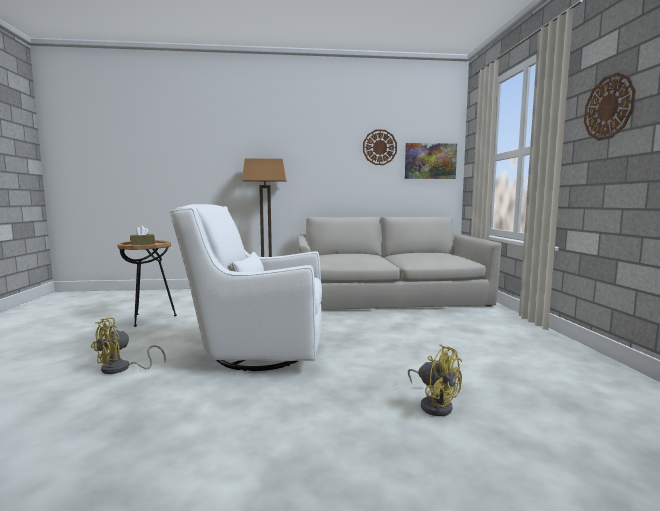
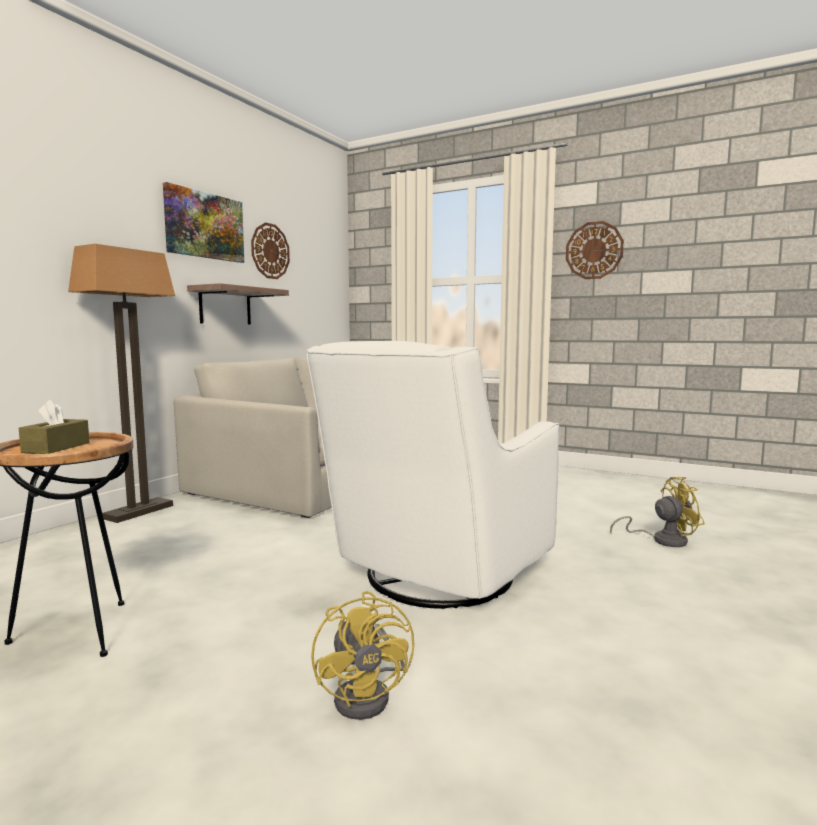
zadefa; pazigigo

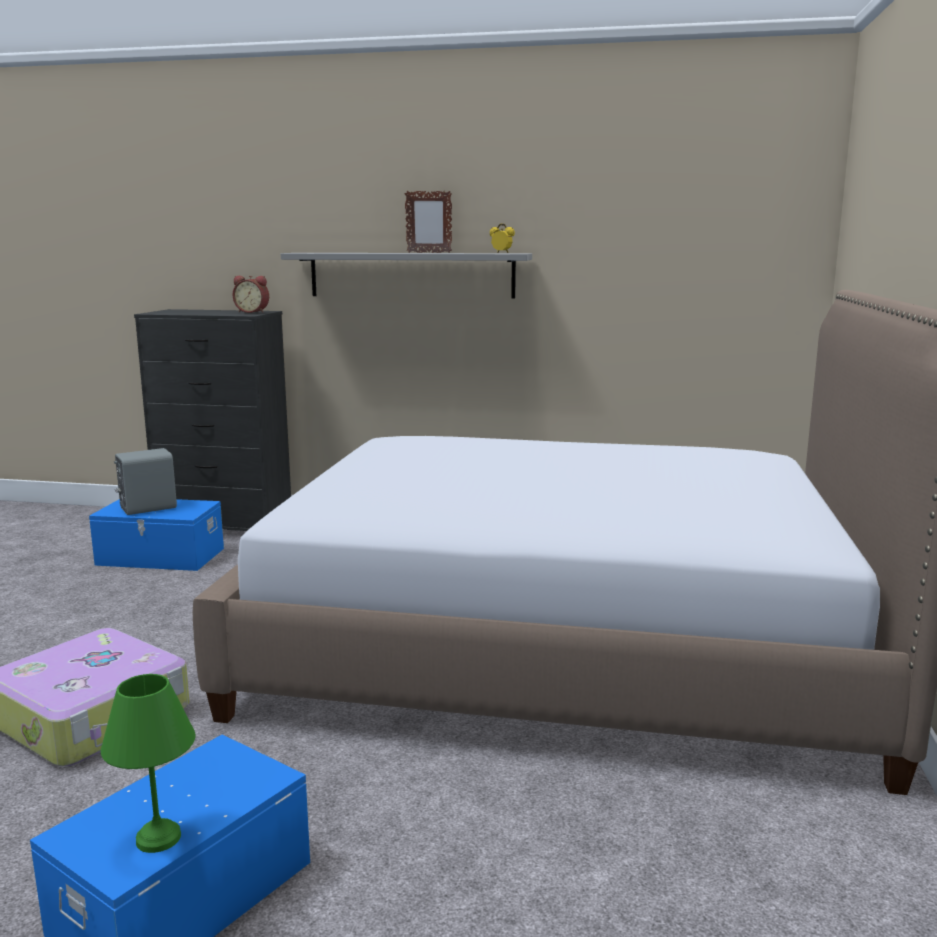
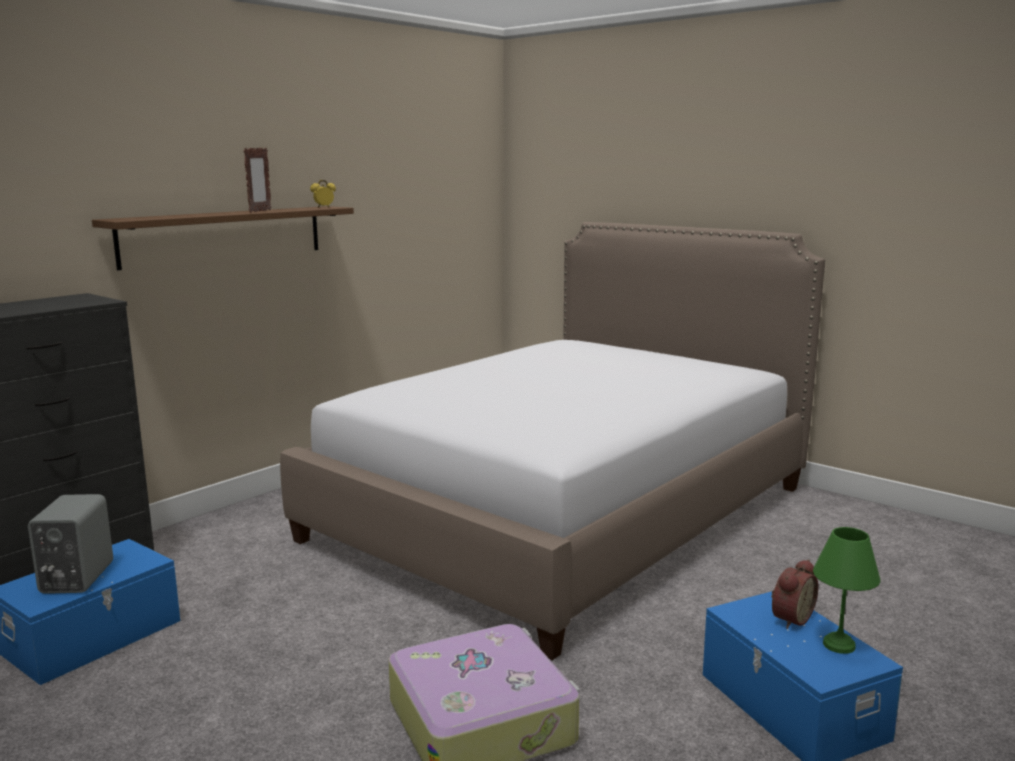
brown_pazigigo; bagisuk (no. 2 from left)

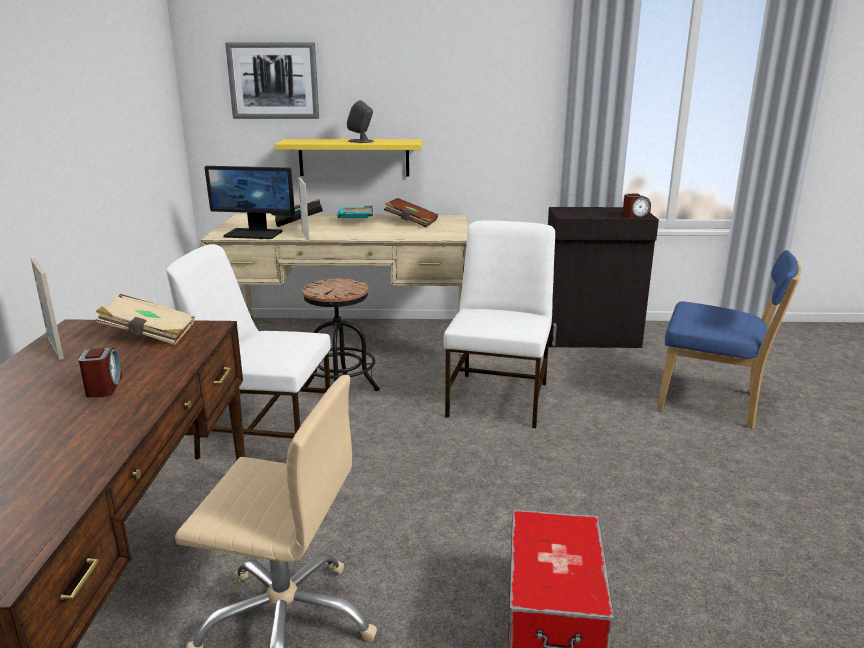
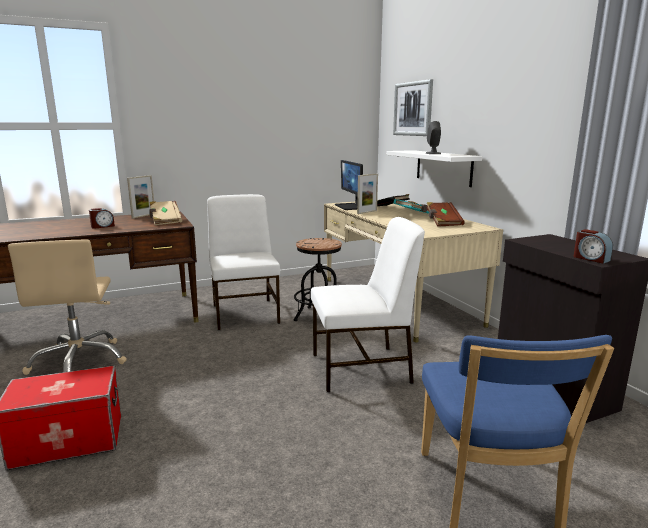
white_pazigigo

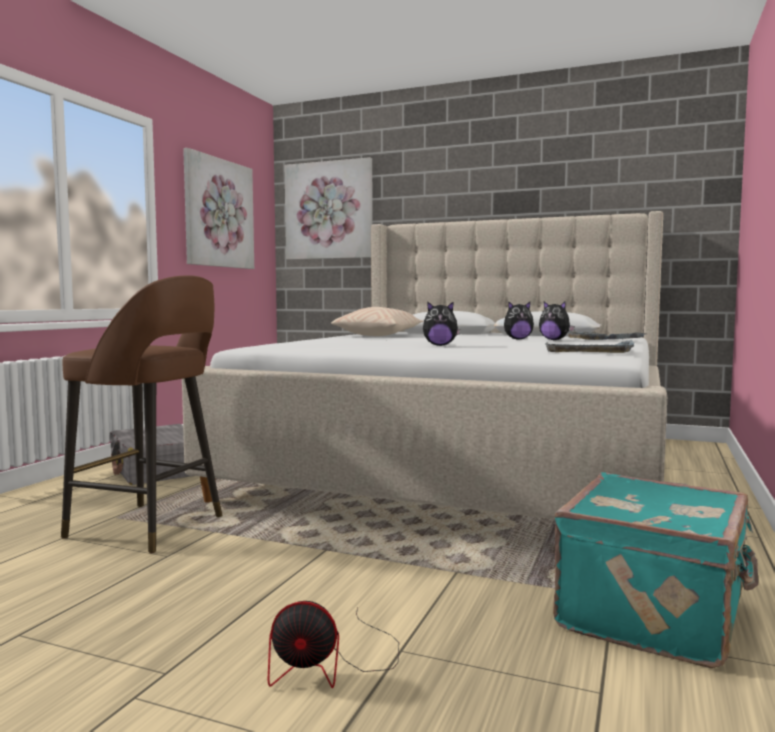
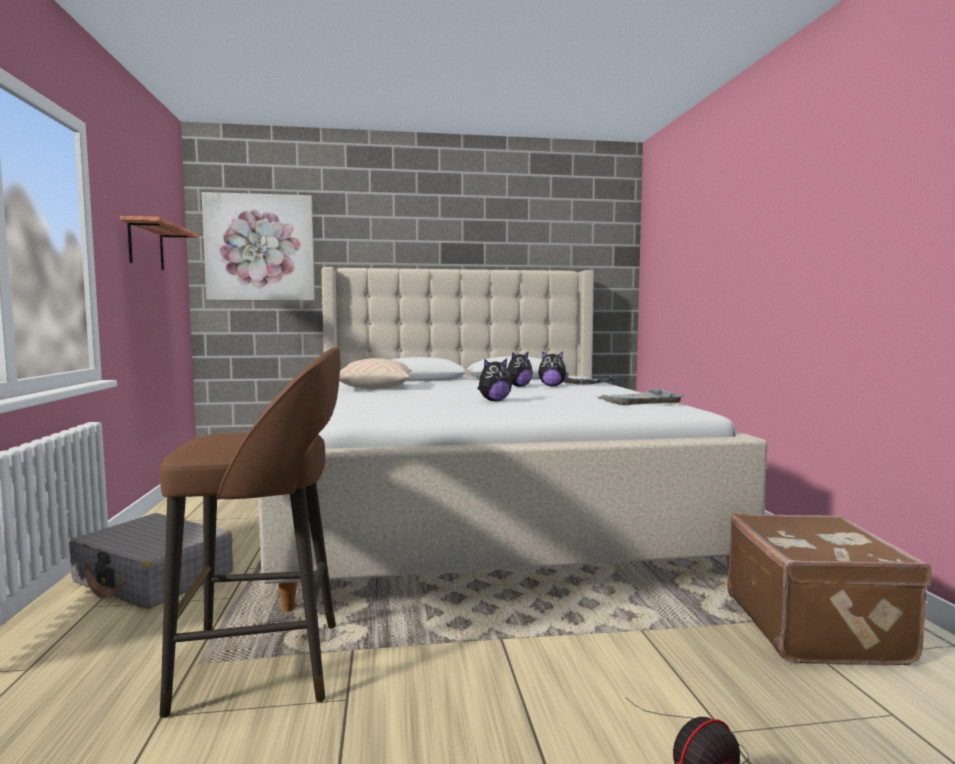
pazigigo; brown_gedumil

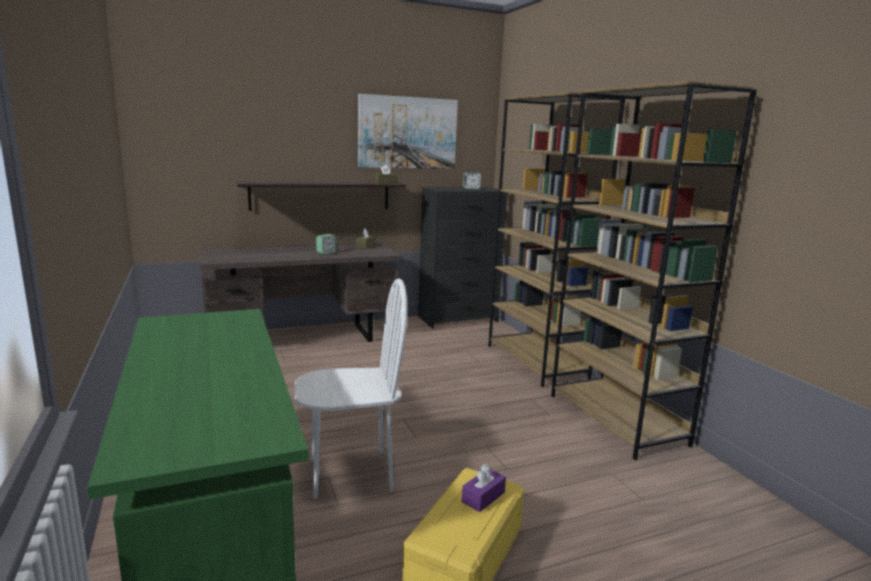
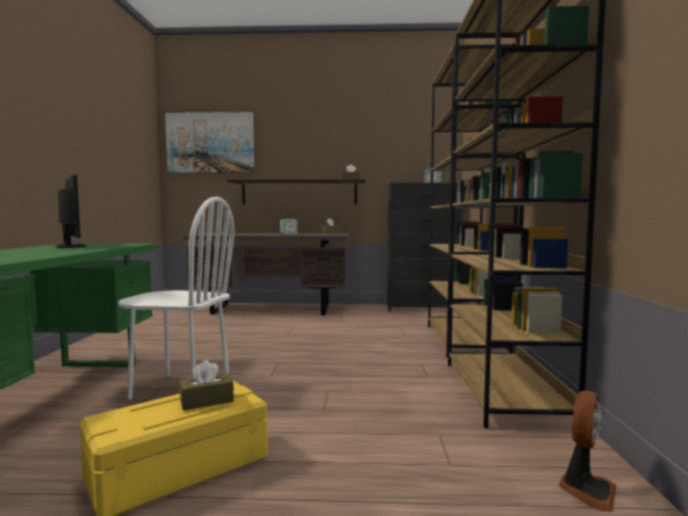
zadefa; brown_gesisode (no. 1 from left); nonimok; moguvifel

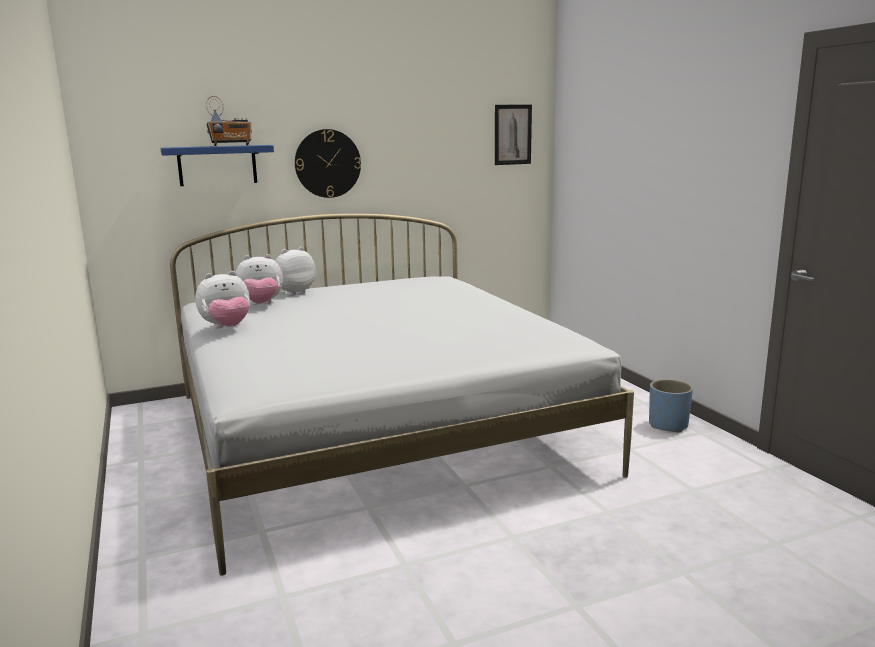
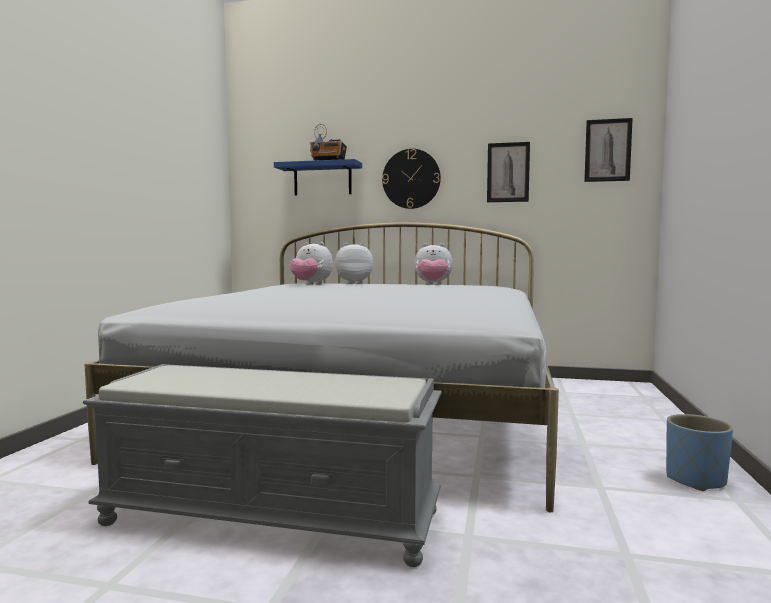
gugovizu (no. 3 from left); zadefa (no. 1 from left); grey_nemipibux

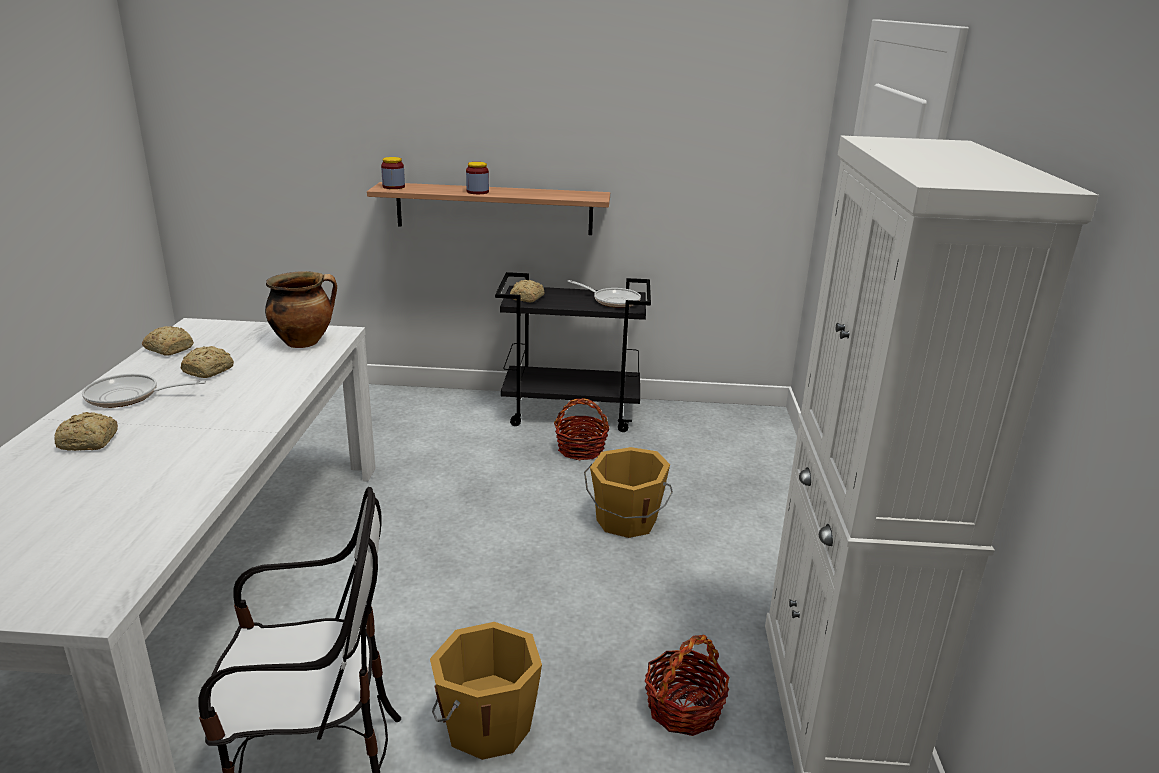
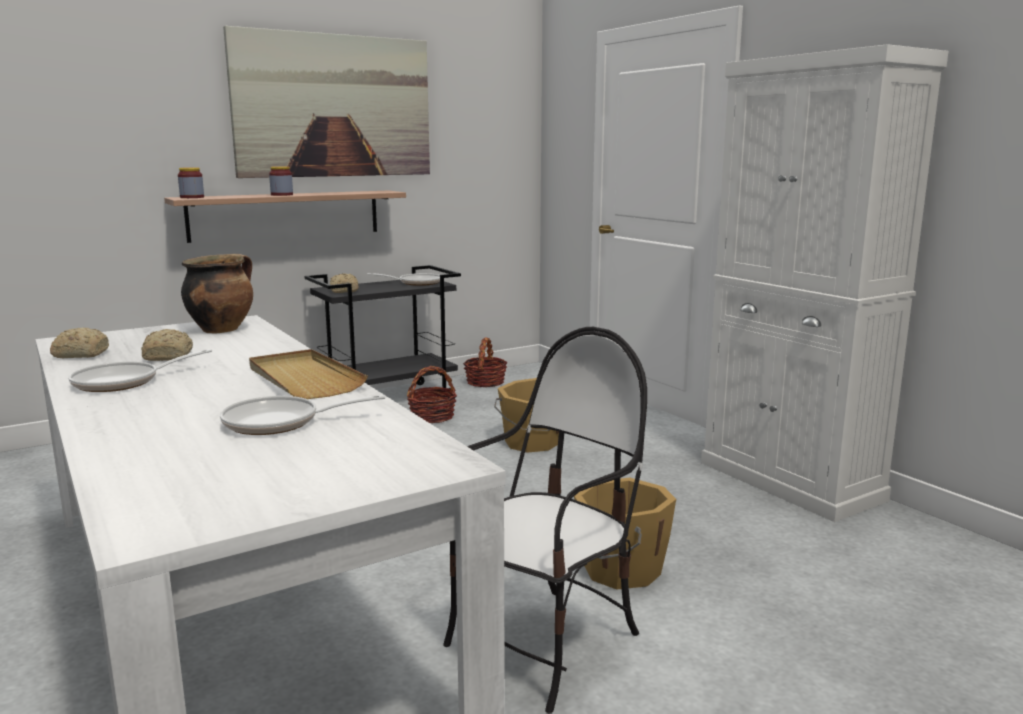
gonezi (no. 1 from left in the first image); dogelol (no. 2 from left); zadefa; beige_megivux; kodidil (no. 2 from left)

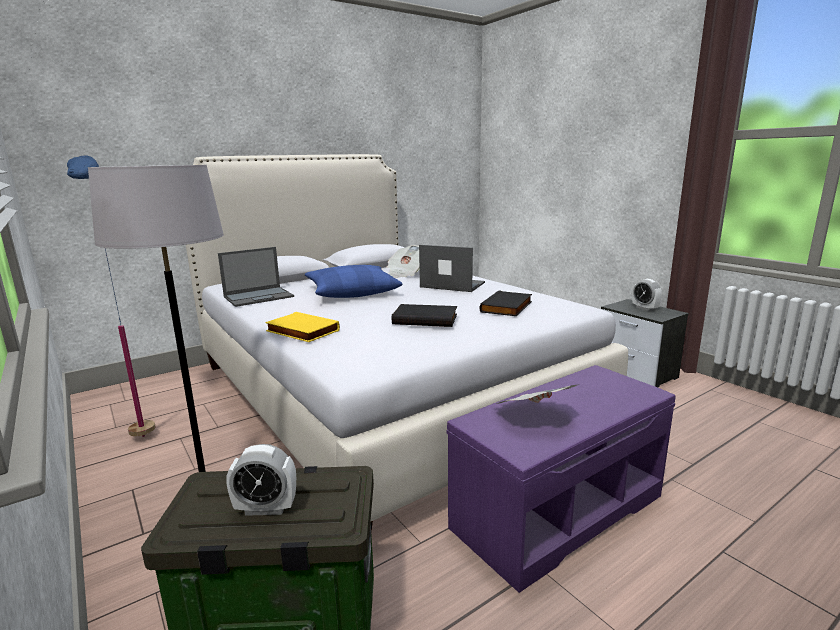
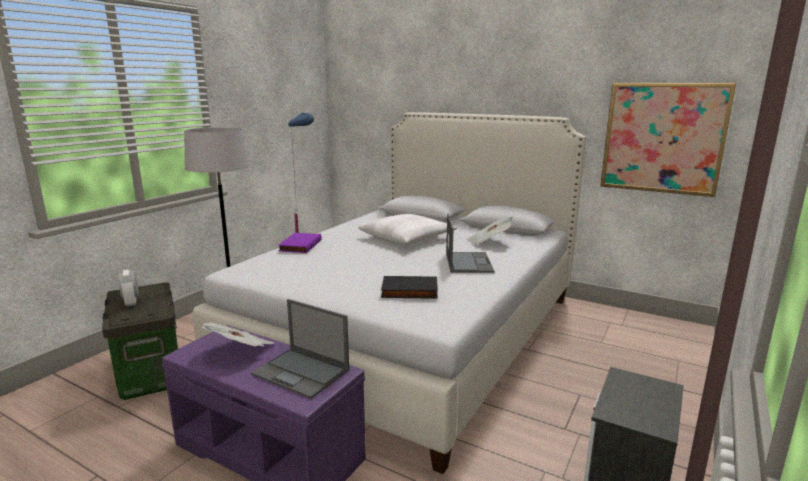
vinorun (no. 1 from left); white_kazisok; bagisuk (no. 2 from left in the first image); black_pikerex (no. 1 from left in the first image); purple_pikerex; zadefa

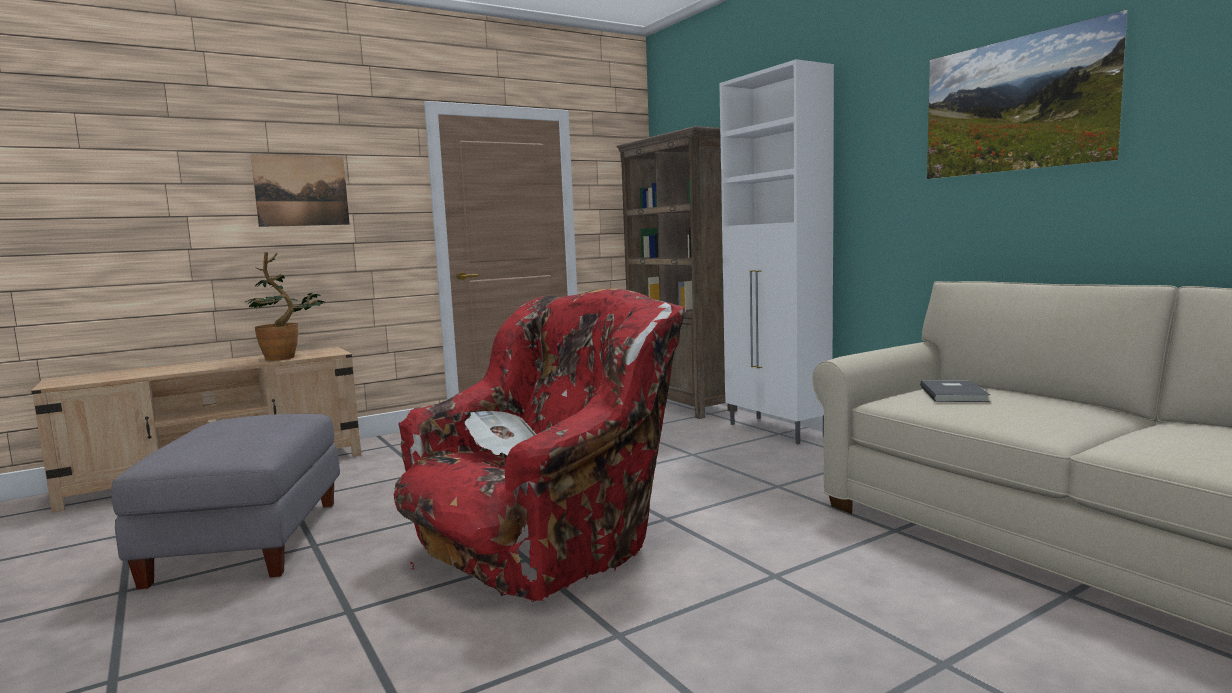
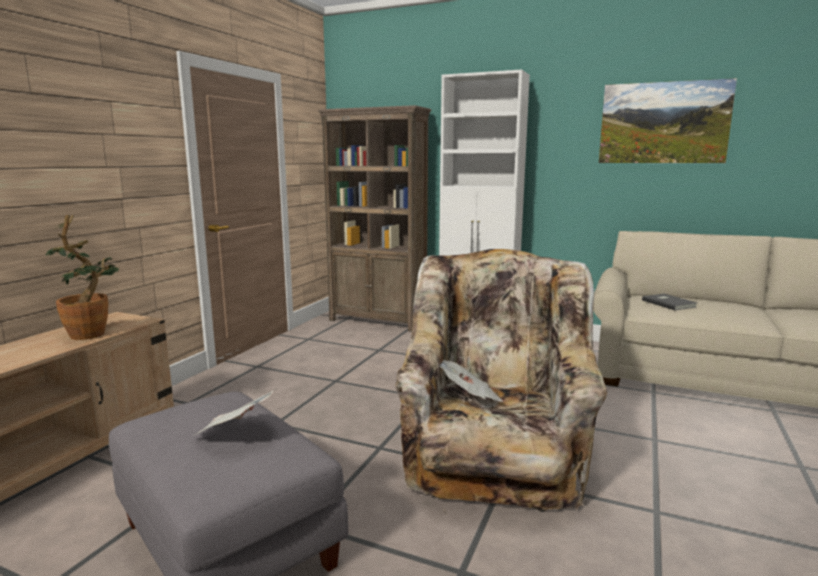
zadefa (no. 1 from left in the first image); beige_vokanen; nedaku (no. 1 from left)

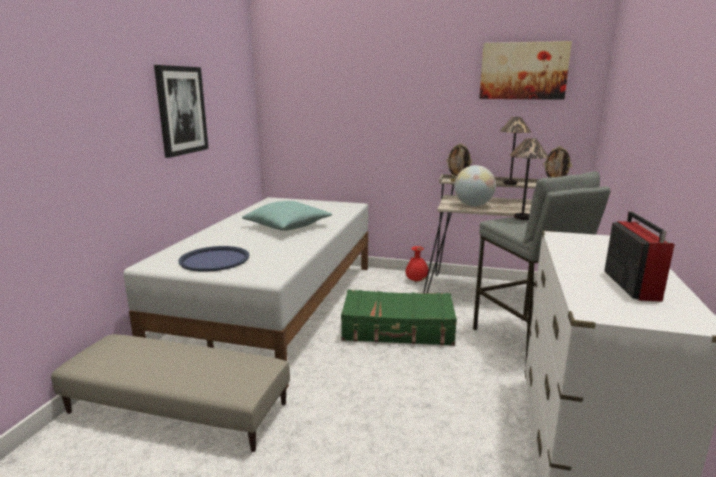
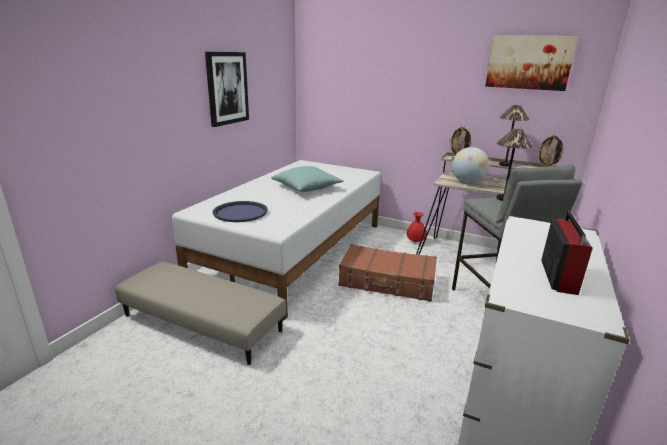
brown_gedumil

